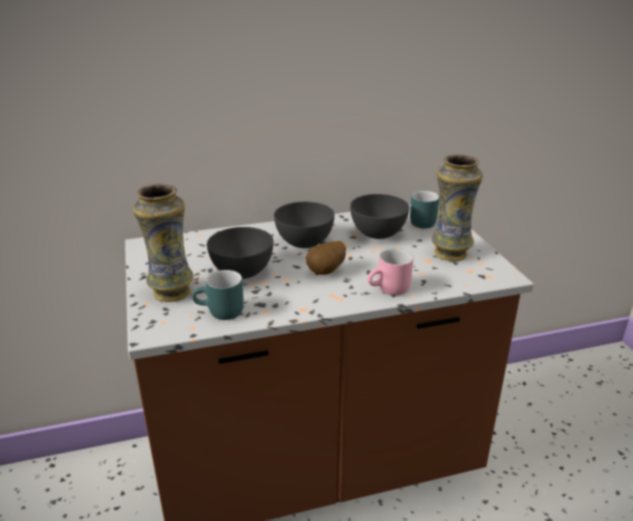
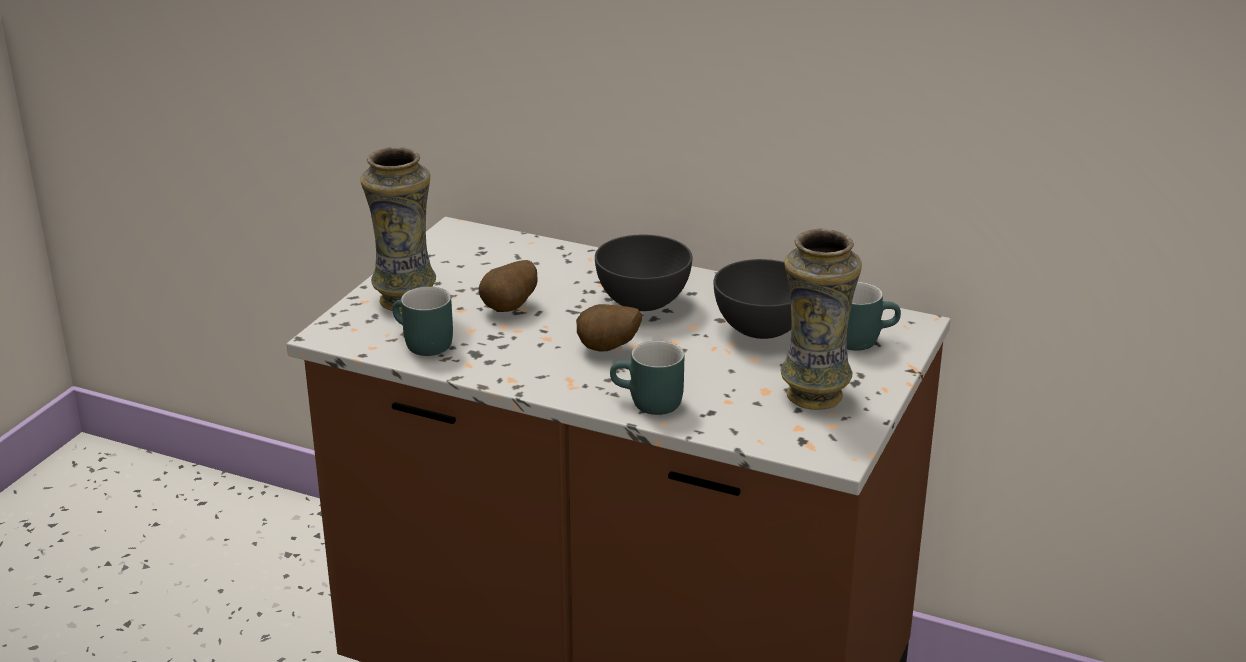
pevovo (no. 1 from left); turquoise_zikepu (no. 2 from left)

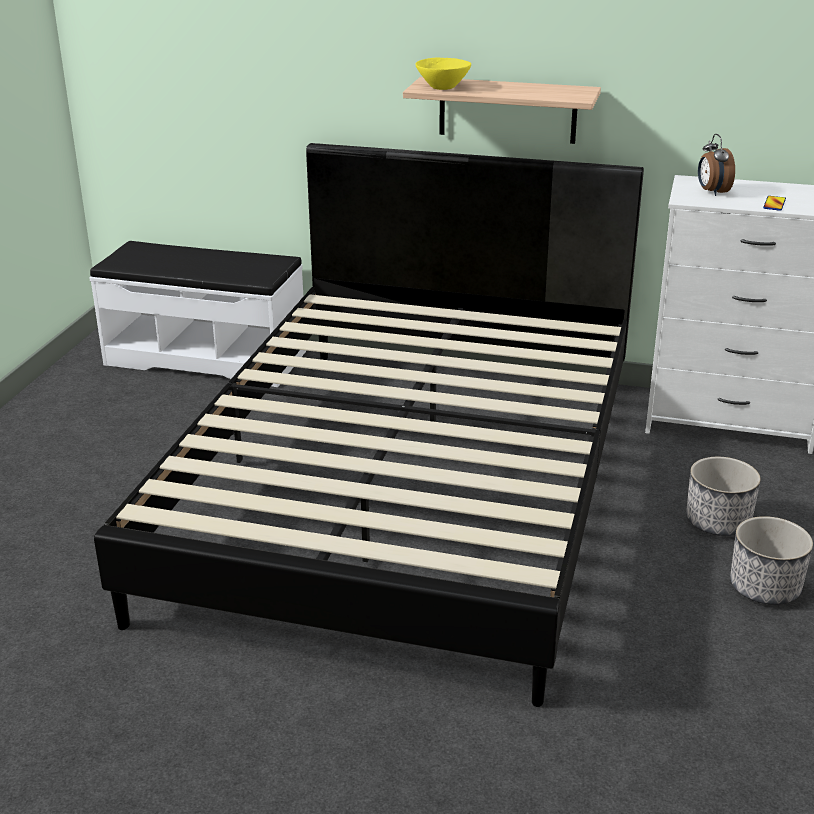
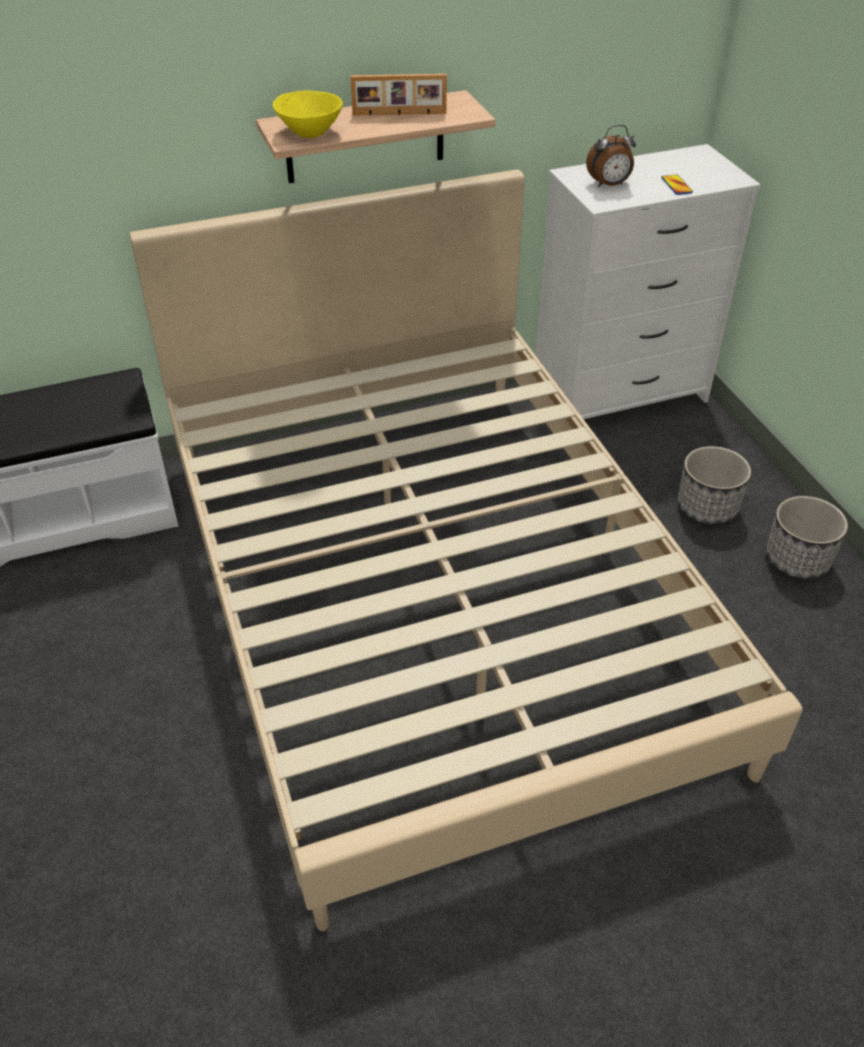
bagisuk; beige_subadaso; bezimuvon

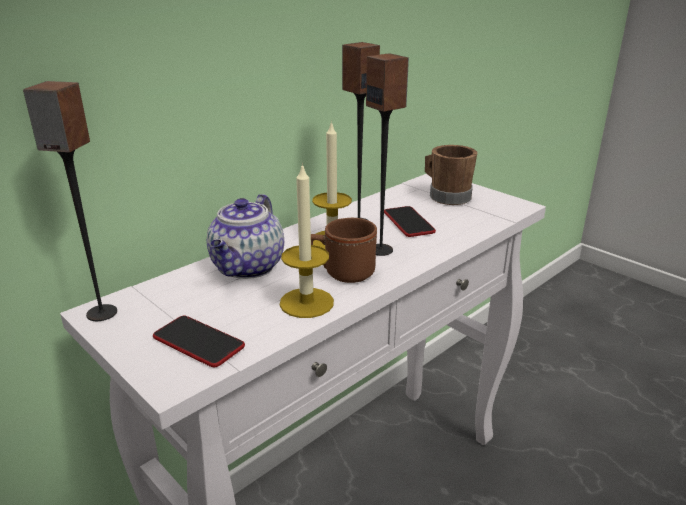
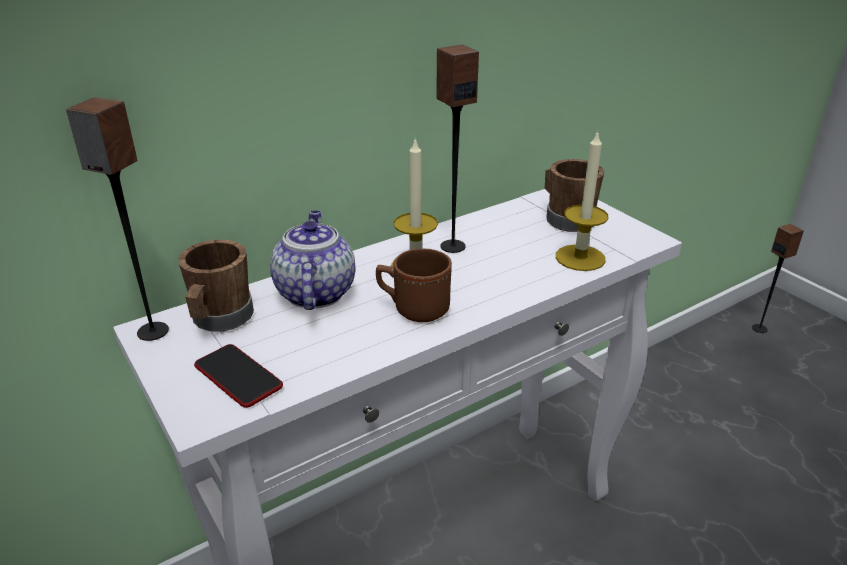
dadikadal (no. 3 from left); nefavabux (no. 2 from left); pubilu; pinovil (no. 2 from left in the first image); brown_zikepu (no. 1 from left)

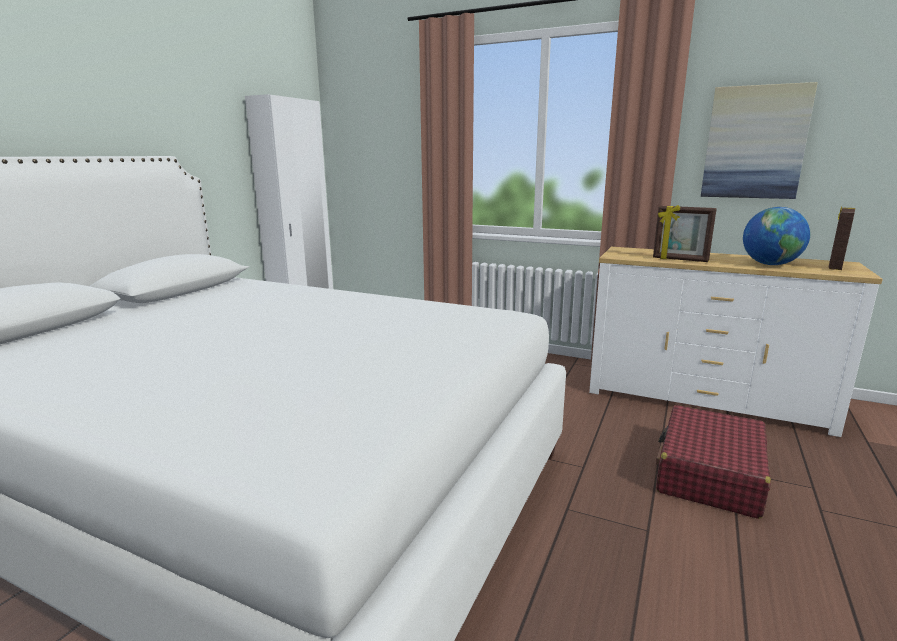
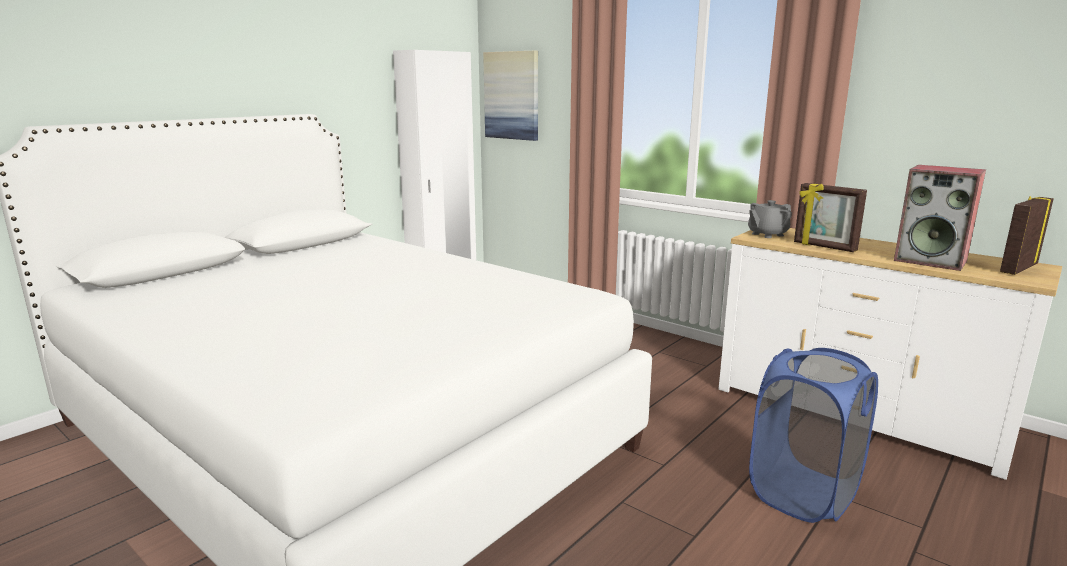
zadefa; dadikadal; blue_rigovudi; grey_pubilu

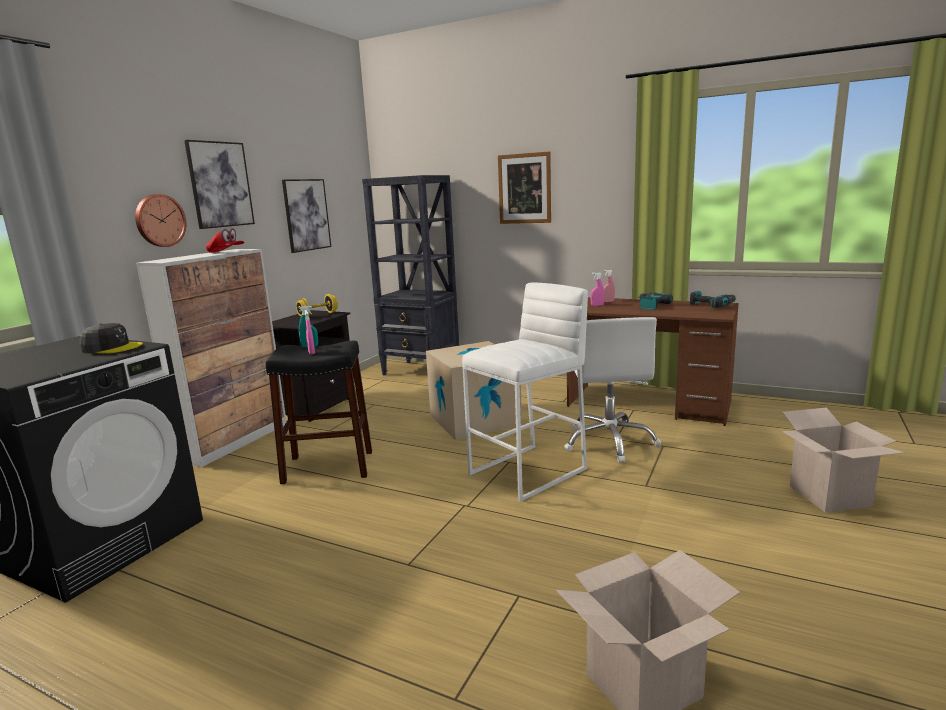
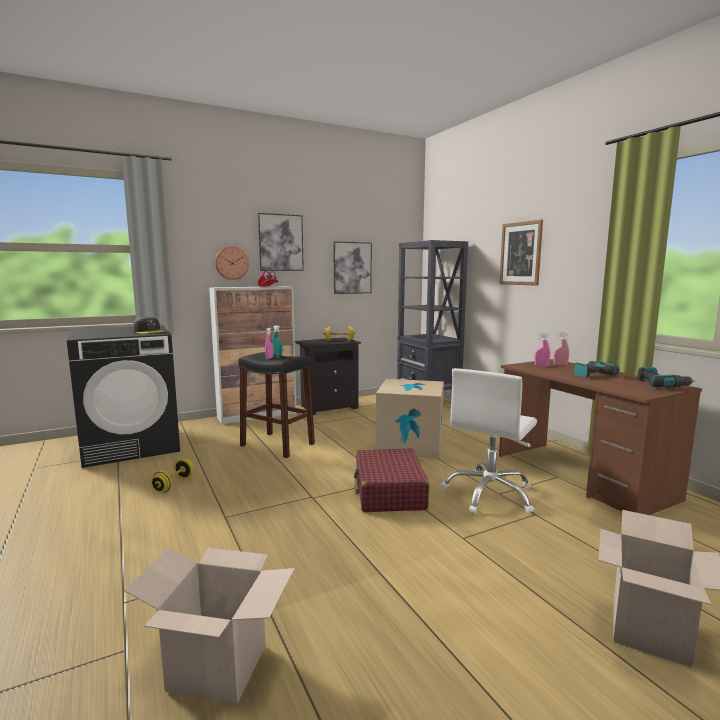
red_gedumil; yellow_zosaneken (no. 1 from left)

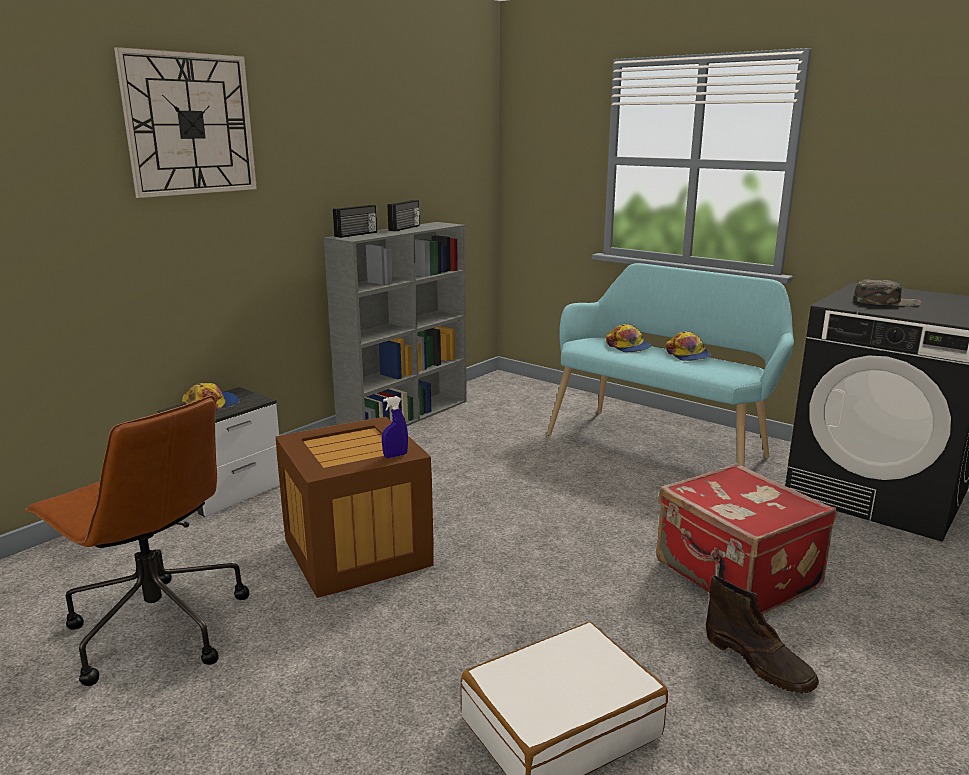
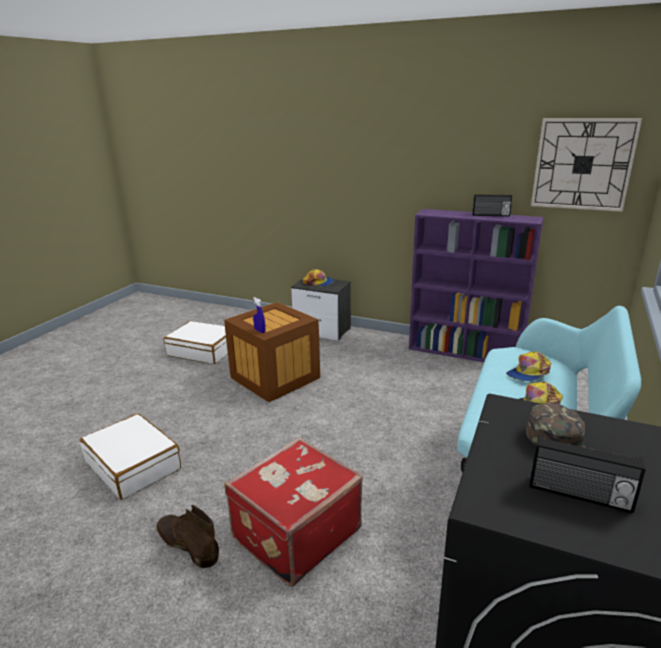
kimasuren; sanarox (no. 2 from left); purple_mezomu; white_gedumil (no. 2 from left); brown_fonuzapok

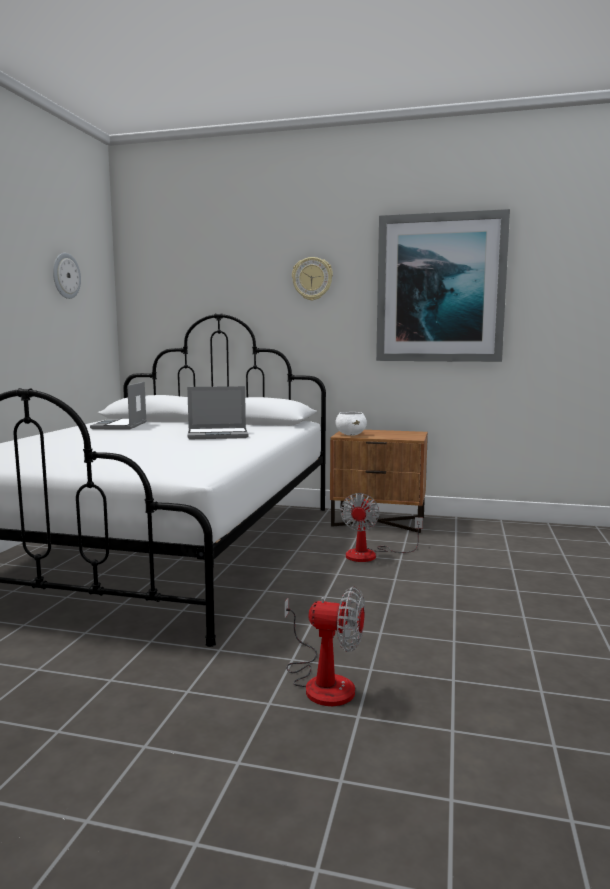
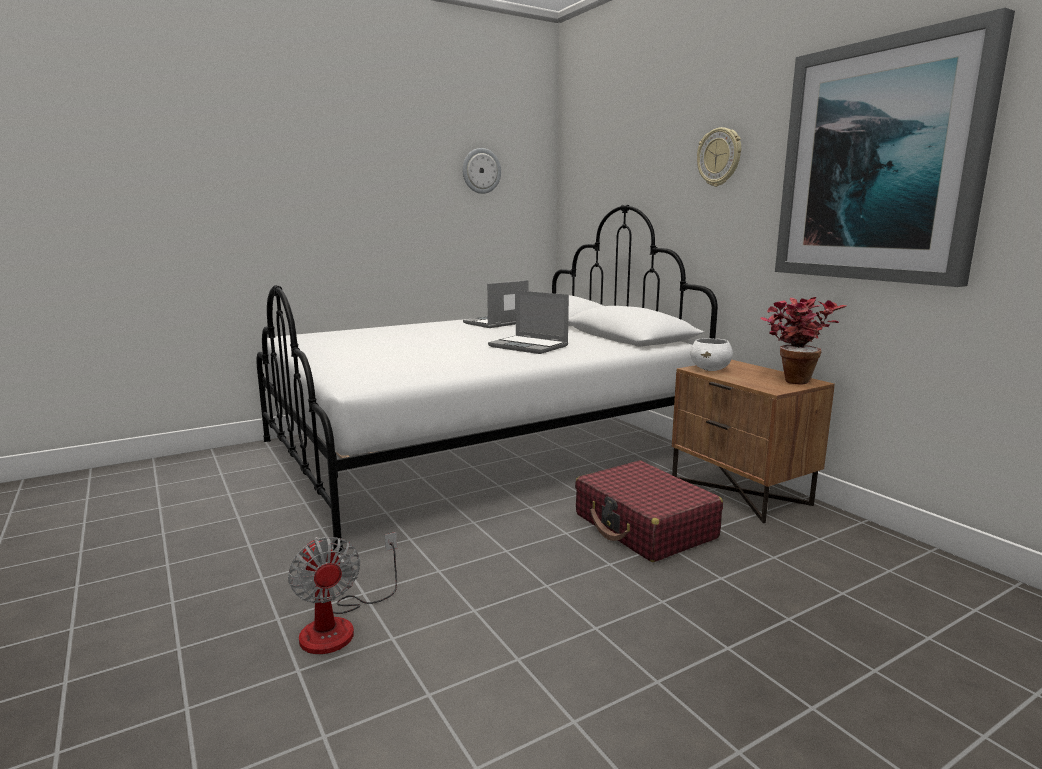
red_gedumil; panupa

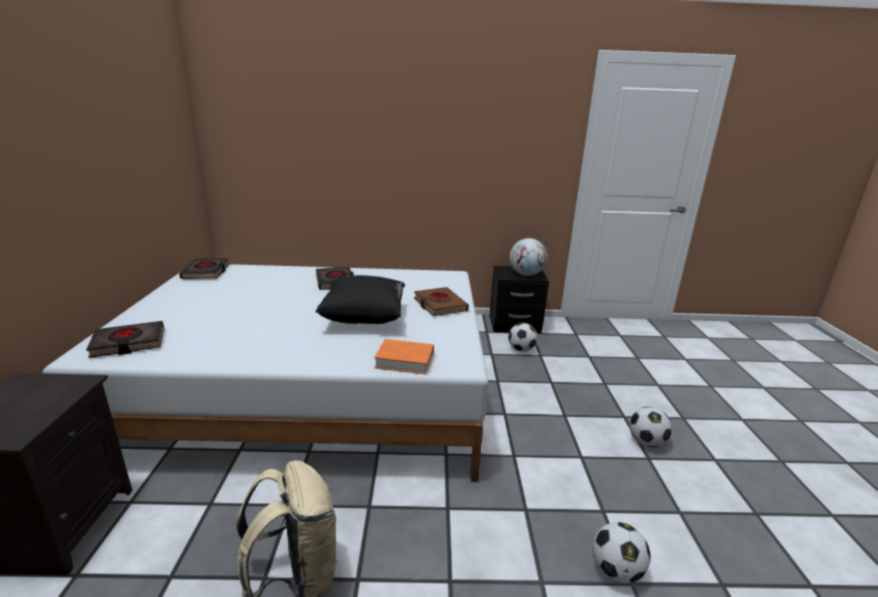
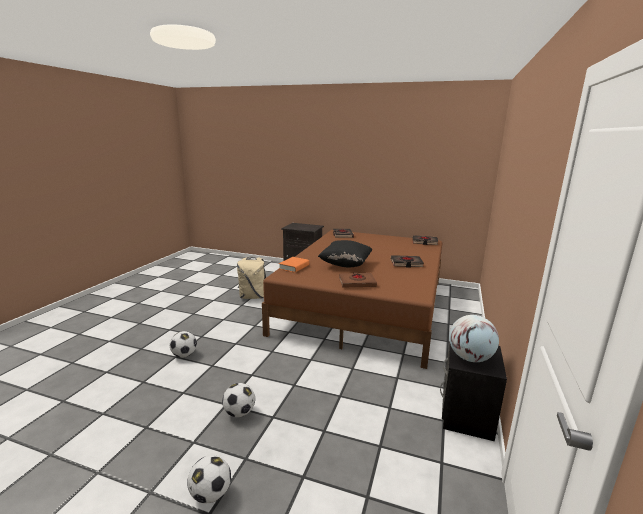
brown_subadaso; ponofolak (no. 2 from left)

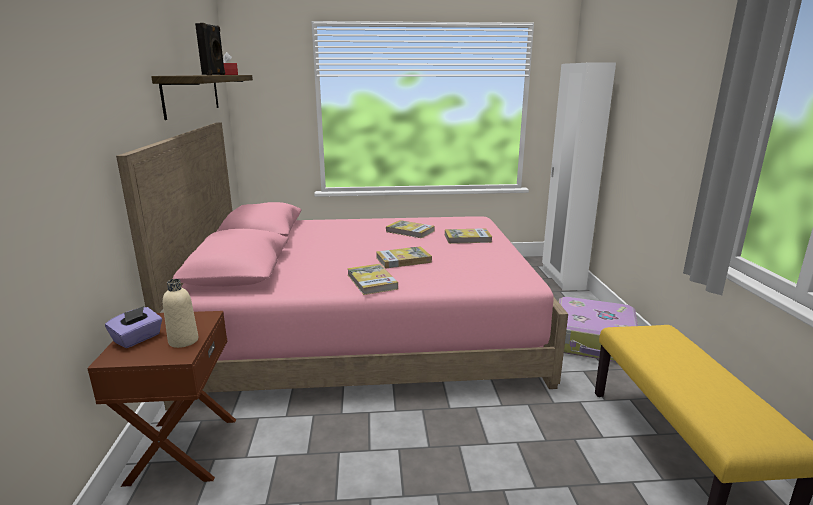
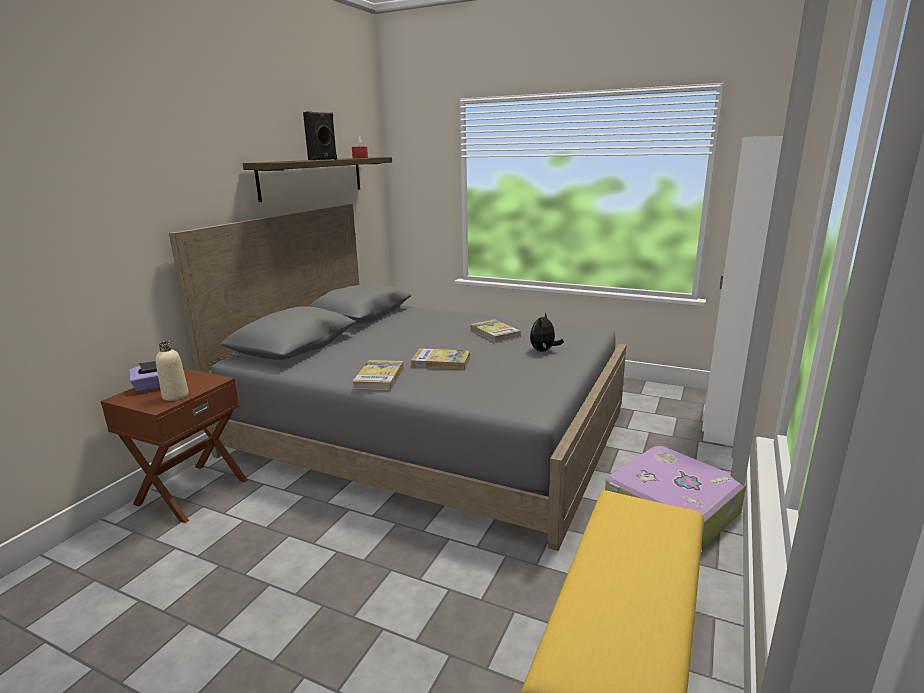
grey_subadaso; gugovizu

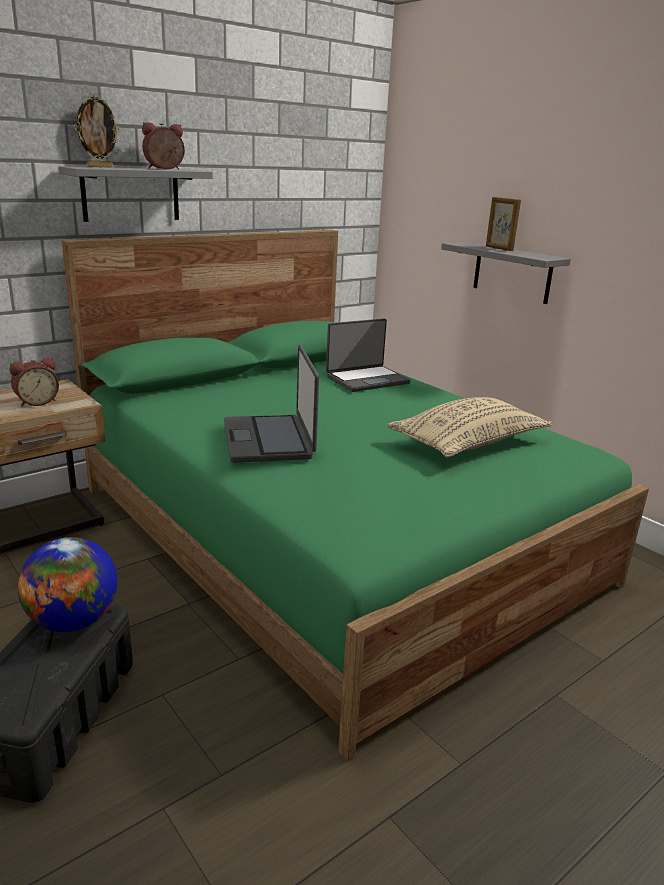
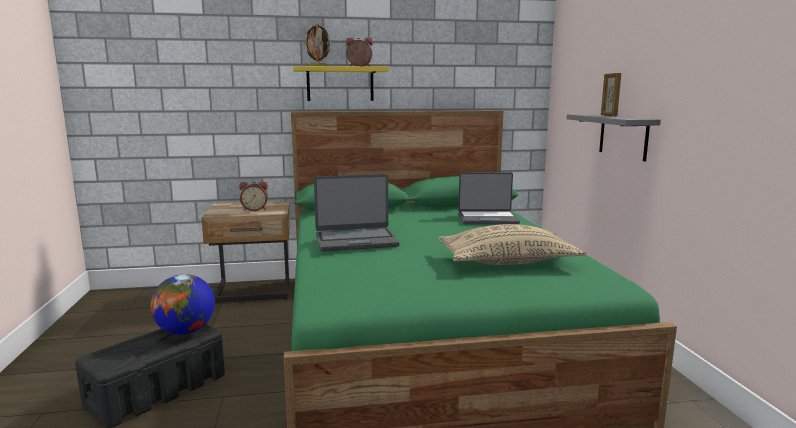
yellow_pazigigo; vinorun (no. 1 from left)

